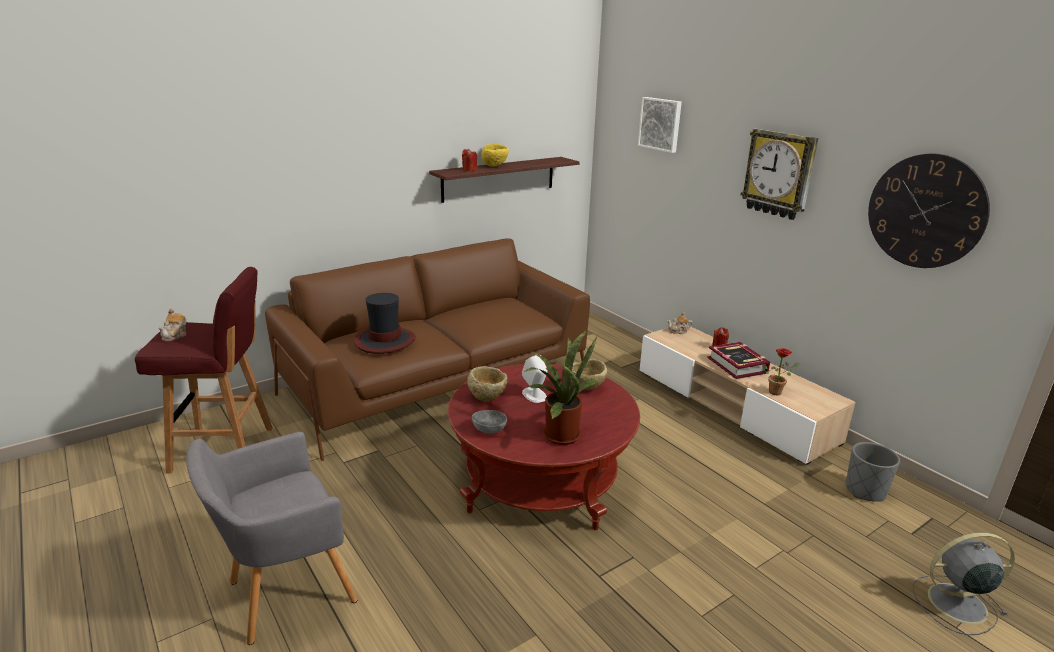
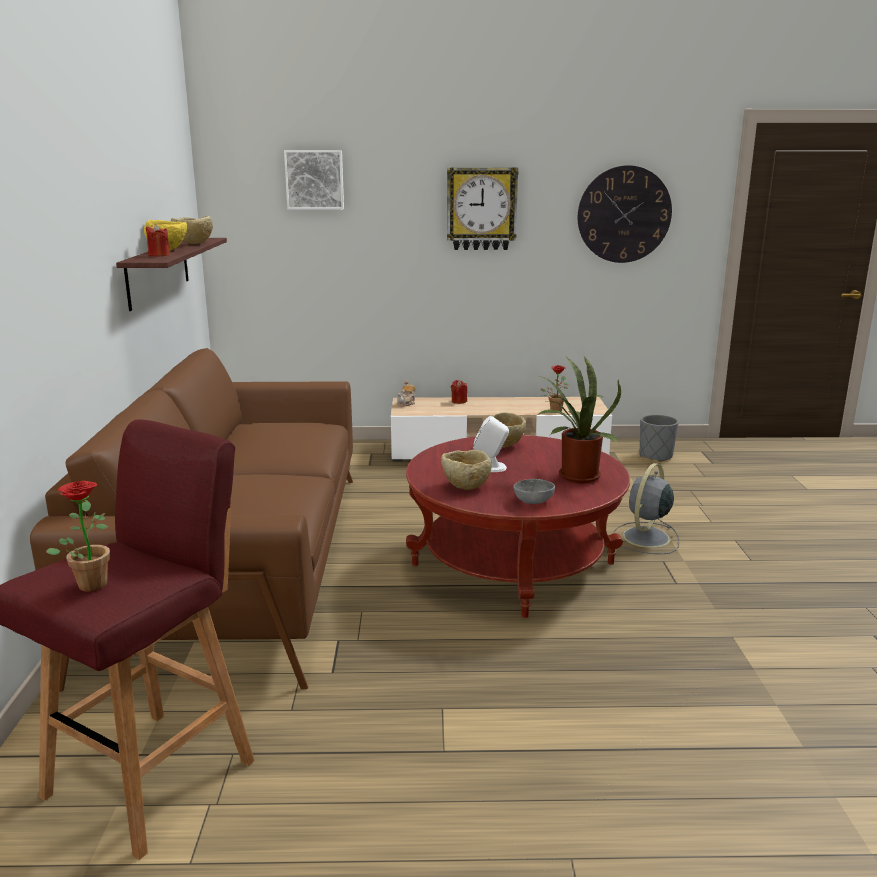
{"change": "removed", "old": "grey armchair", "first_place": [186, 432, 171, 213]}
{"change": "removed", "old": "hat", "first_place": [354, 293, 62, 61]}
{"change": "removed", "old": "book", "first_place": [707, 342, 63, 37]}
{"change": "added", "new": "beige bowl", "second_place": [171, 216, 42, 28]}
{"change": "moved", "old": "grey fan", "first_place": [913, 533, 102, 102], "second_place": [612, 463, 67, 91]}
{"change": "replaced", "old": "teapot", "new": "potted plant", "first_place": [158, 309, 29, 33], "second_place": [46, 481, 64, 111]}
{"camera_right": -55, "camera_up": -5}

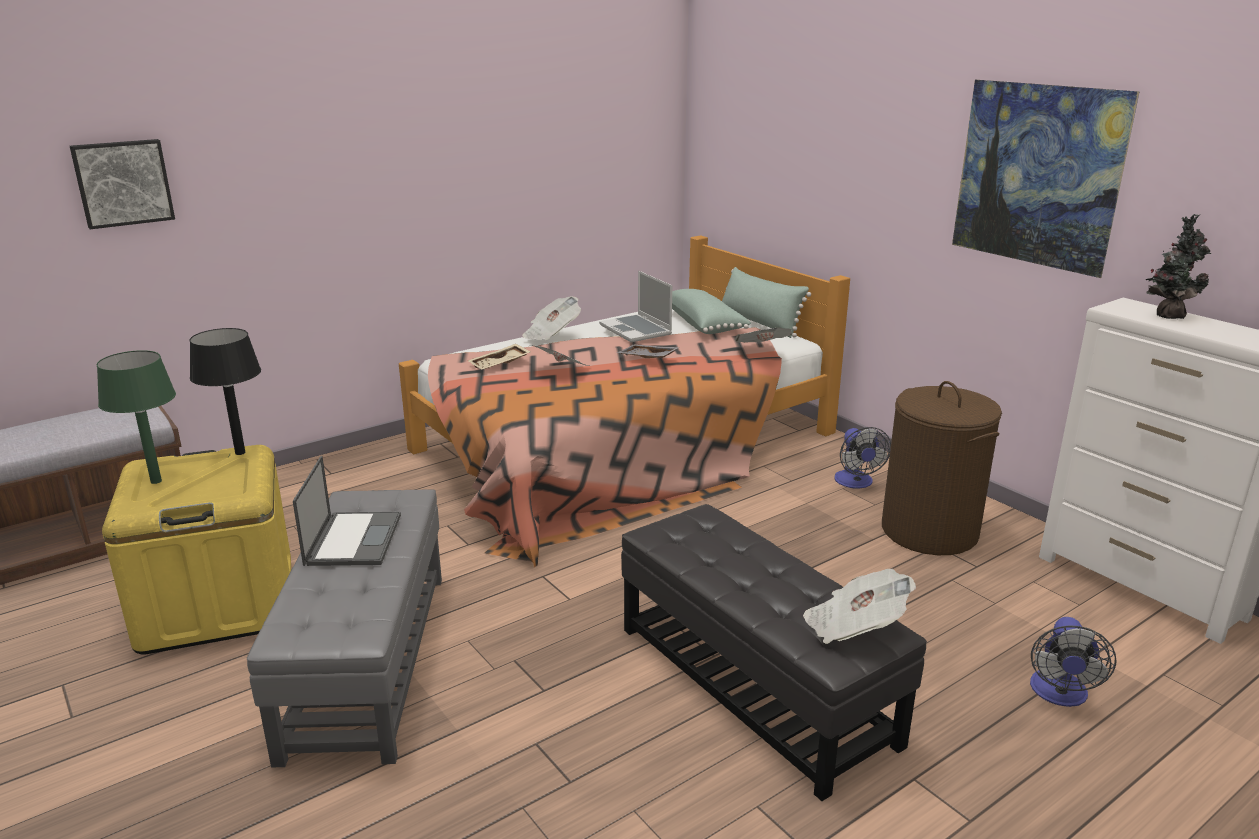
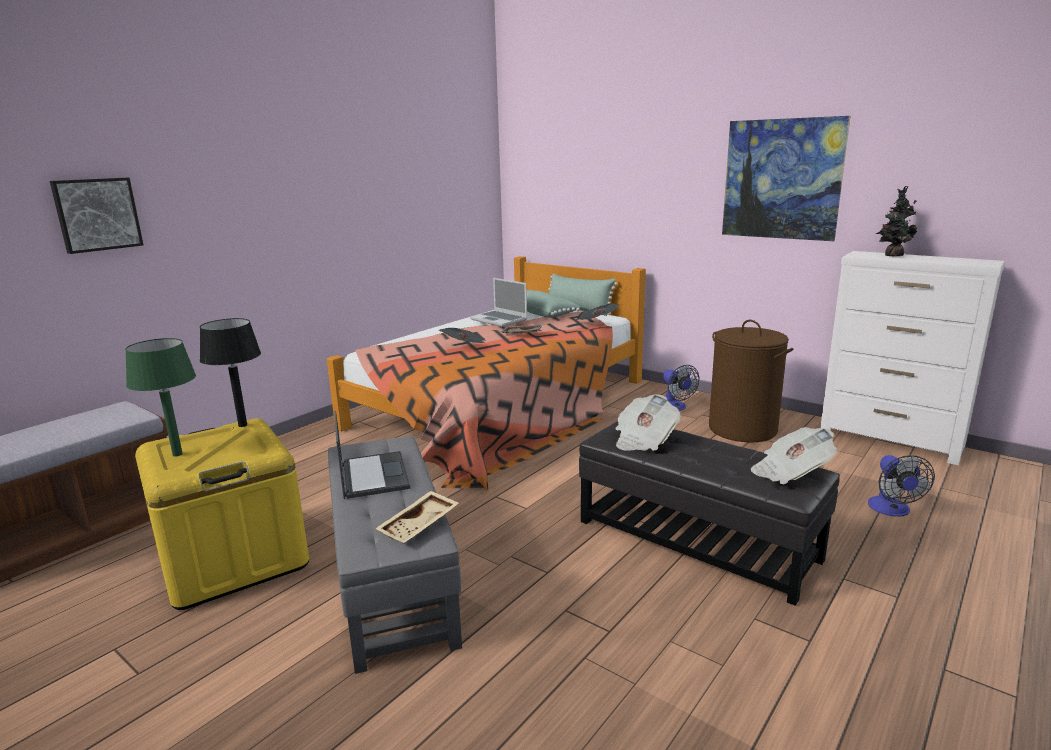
{"change": "moved", "old": "beige tray", "first_place": [468, 344, 63, 26], "second_place": [375, 491, 84, 52]}
{"change": "moved", "old": "newspaper", "first_place": [522, 296, 59, 44], "second_place": [615, 394, 66, 57]}
{"camera_right": -15, "camera_up": -5}

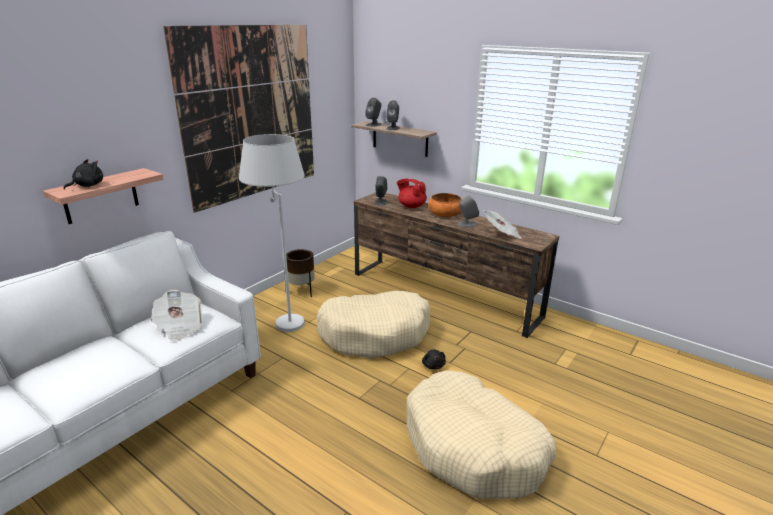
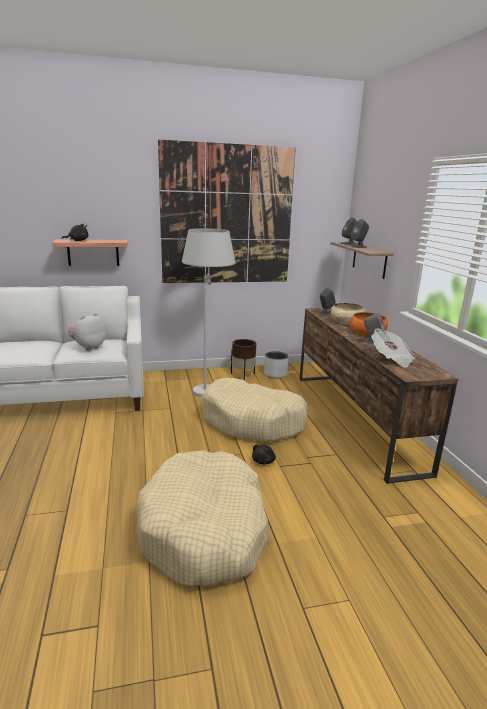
{"change": "added", "new": "grey planter", "second_place": [264, 351, 25, 27]}
{"change": "replaced", "old": "newspaper", "new": "plush toy", "first_place": [150, 290, 53, 52], "second_place": [68, 313, 39, 38]}
{"change": "replaced", "old": "red teapot", "new": "beige bowl", "first_place": [397, 179, 30, 29], "second_place": [331, 303, 34, 22]}
{"camera_right": 40, "camera_up": -5}

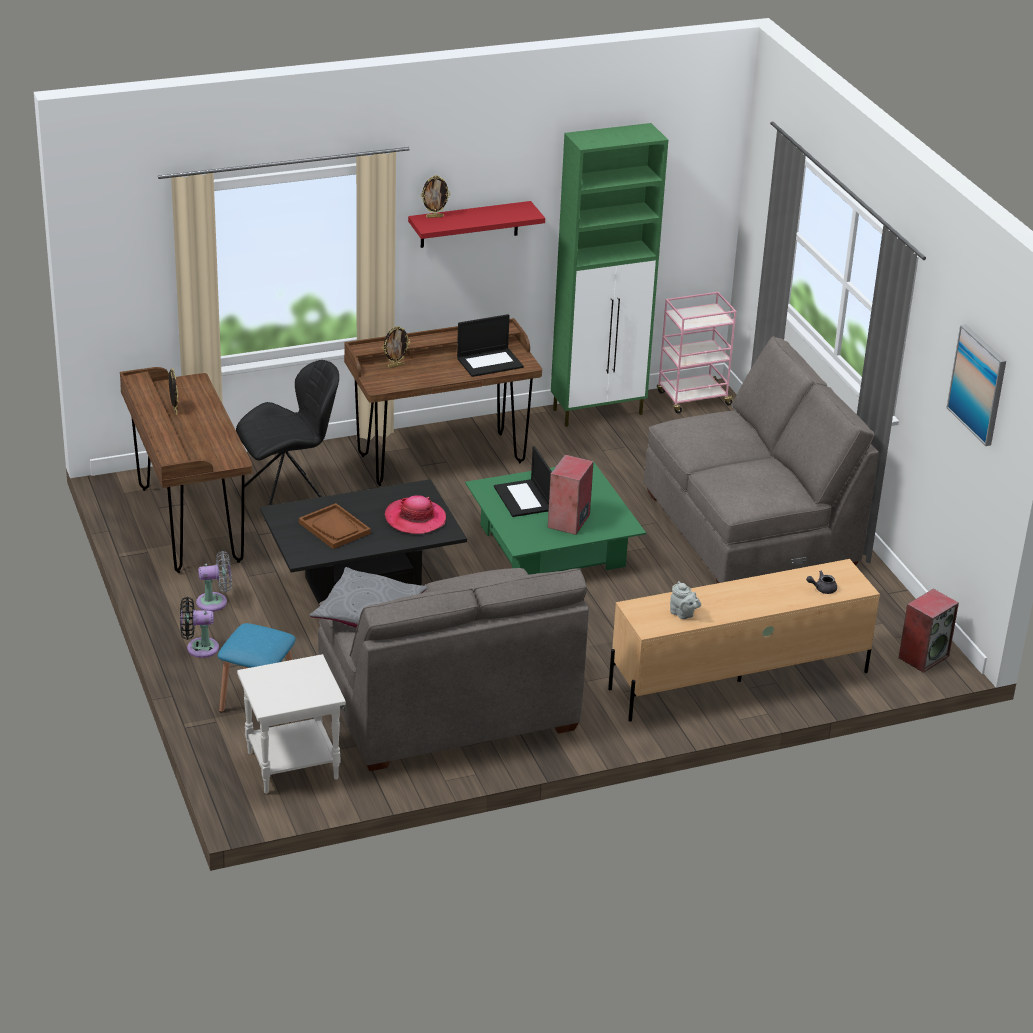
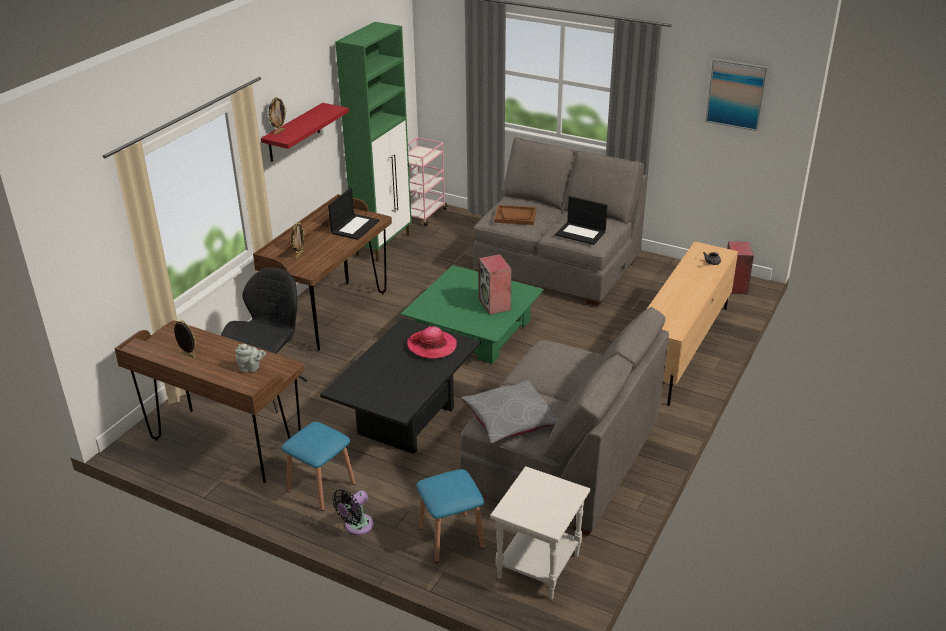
{"change": "moved", "old": "brown tray", "first_place": [299, 503, 72, 46], "second_place": [494, 205, 43, 20]}
{"change": "moved", "old": "laptop", "first_place": [494, 446, 58, 71], "second_place": [555, 196, 52, 49]}
{"change": "moved", "old": "grey teapot", "first_place": [670, 581, 31, 38], "second_place": [236, 344, 30, 28]}
{"change": "replaced", "old": "grey fan", "new": "blue stool", "first_place": [196, 551, 36, 60], "second_place": [281, 422, 74, 89]}
{"camera_right": -40, "camera_up": 0}

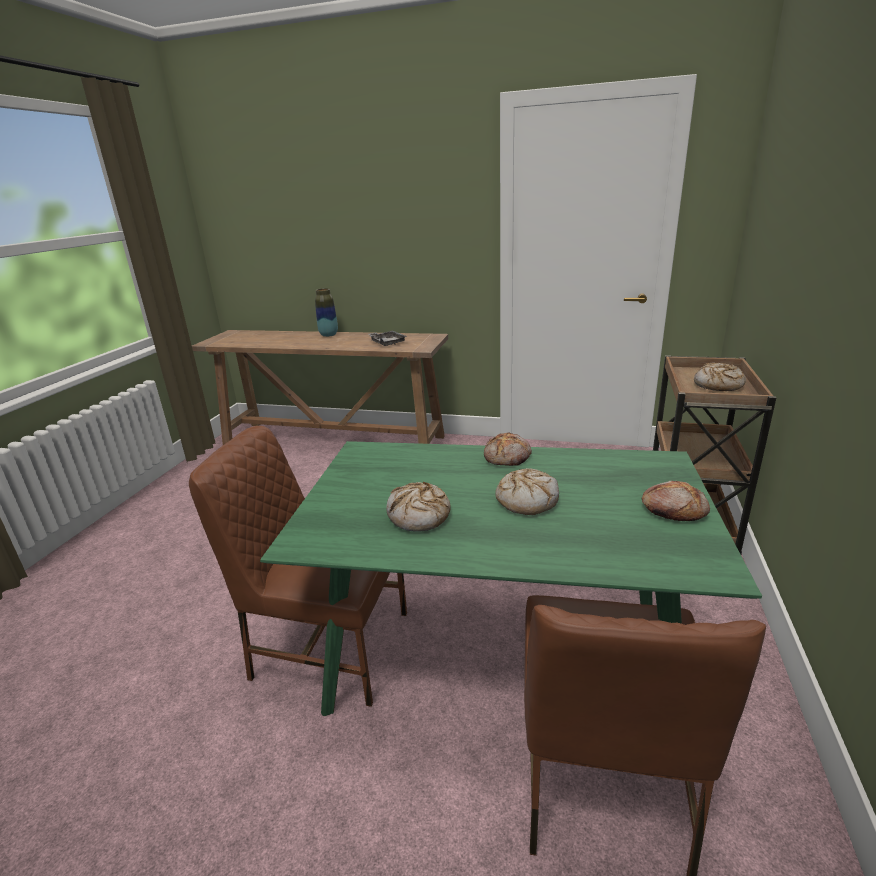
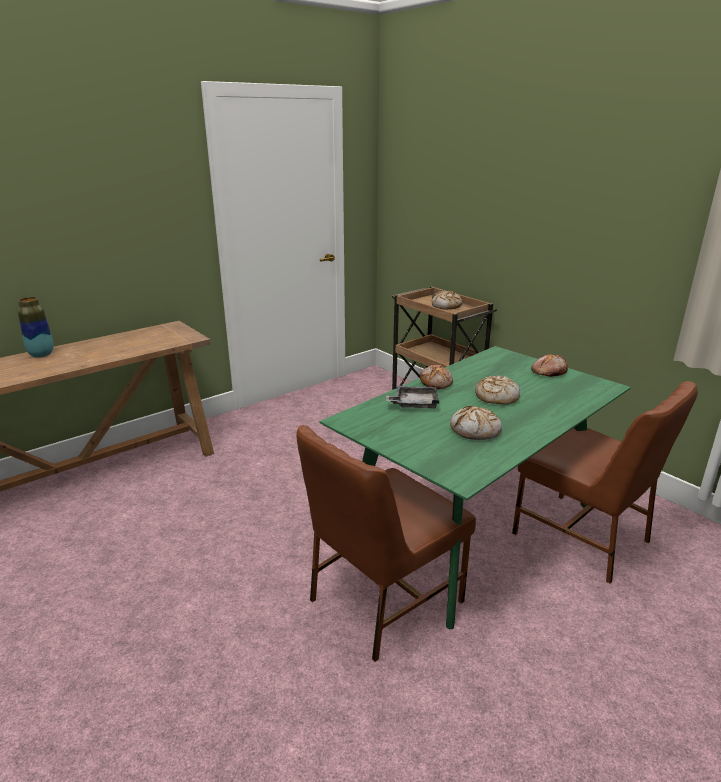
{"change": "moved", "old": "grey tray", "first_place": [368, 330, 39, 16], "second_place": [386, 386, 53, 23]}
{"camera_right": -55, "camera_up": 0}

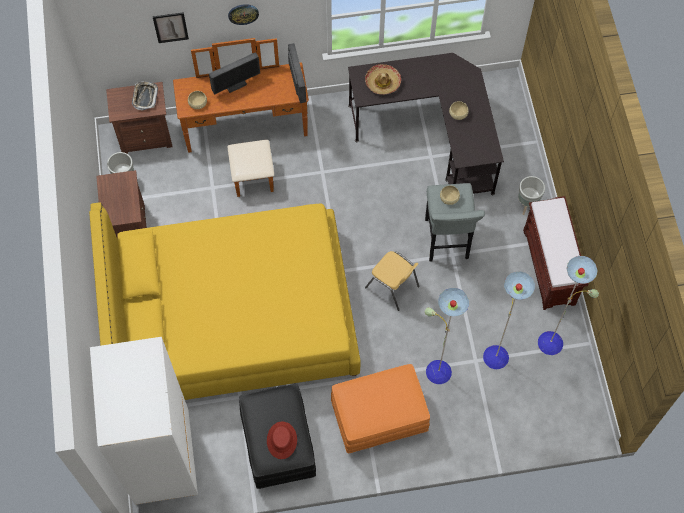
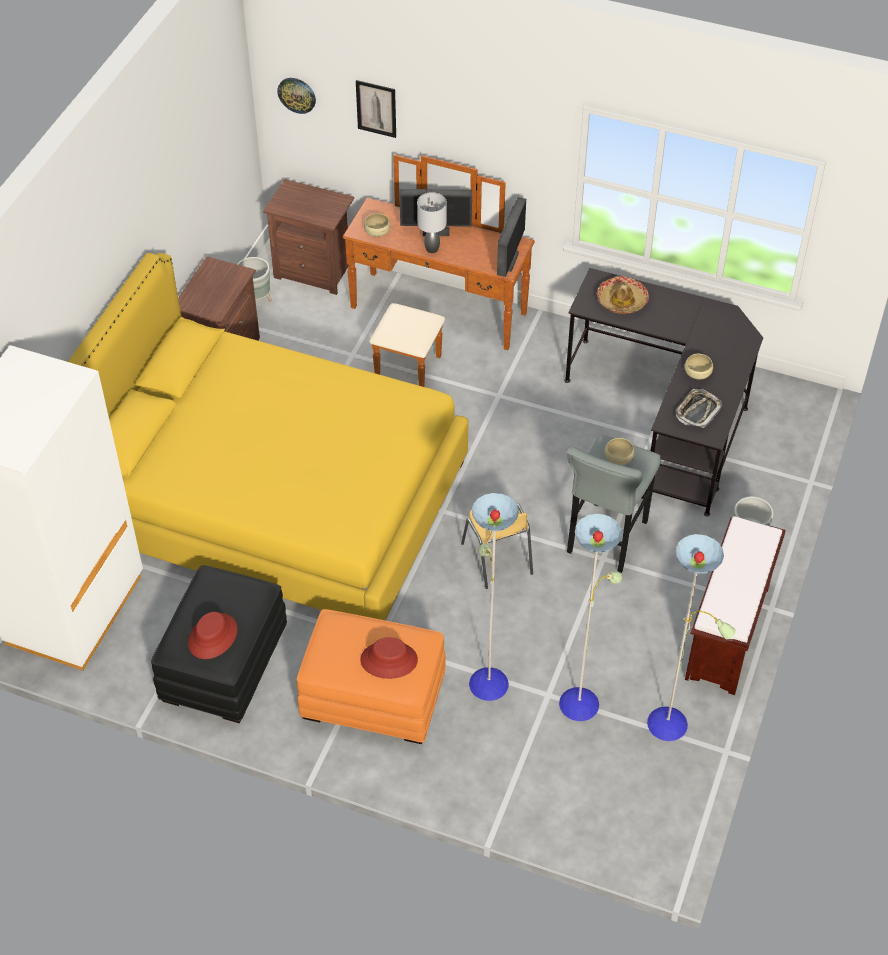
{"change": "added", "new": "red hat", "second_place": [360, 637, 58, 42]}
{"change": "added", "new": "grey table lamp", "second_place": [417, 192, 30, 61]}
{"change": "moved", "old": "tray", "first_place": [132, 81, 26, 30], "second_place": [676, 389, 46, 39]}
{"change": "moved", "old": "wall clock", "first_place": [228, 4, 31, 21], "second_place": [277, 78, 39, 36]}
{"camera_right": 30, "camera_up": -15}

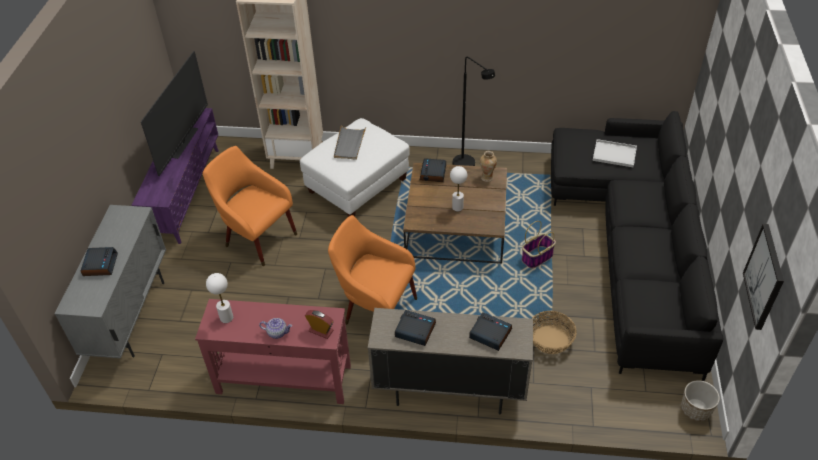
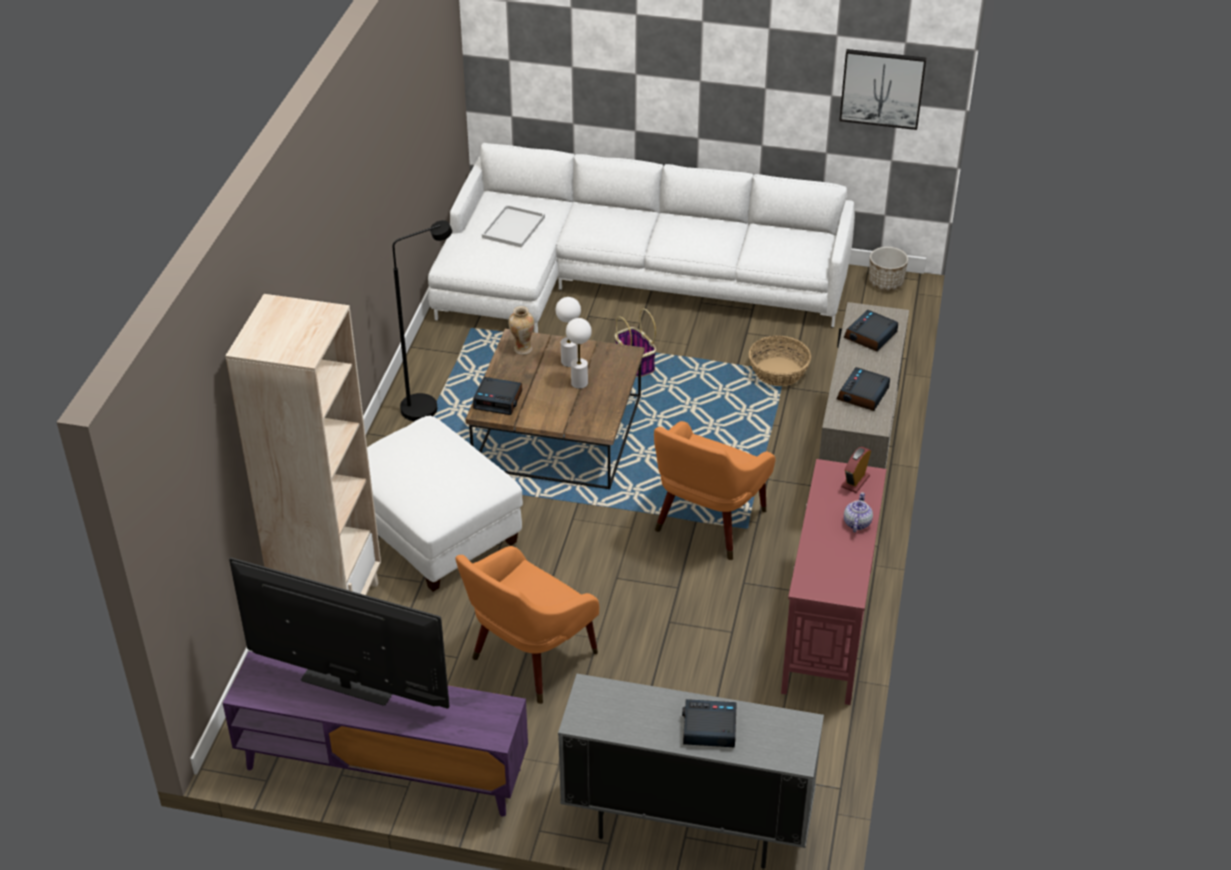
{"change": "removed", "old": "grey tray", "first_place": [334, 125, 32, 35]}
{"change": "moved", "old": "white table lamp", "first_place": [206, 273, 27, 50], "second_place": [556, 297, 25, 70]}
{"change": "recoloured", "old": "black sofa", "new": "white sofa", "first_place": [551, 111, 172, 270], "second_place": [428, 143, 427, 190]}
{"camera_right": -85, "camera_up": -5}

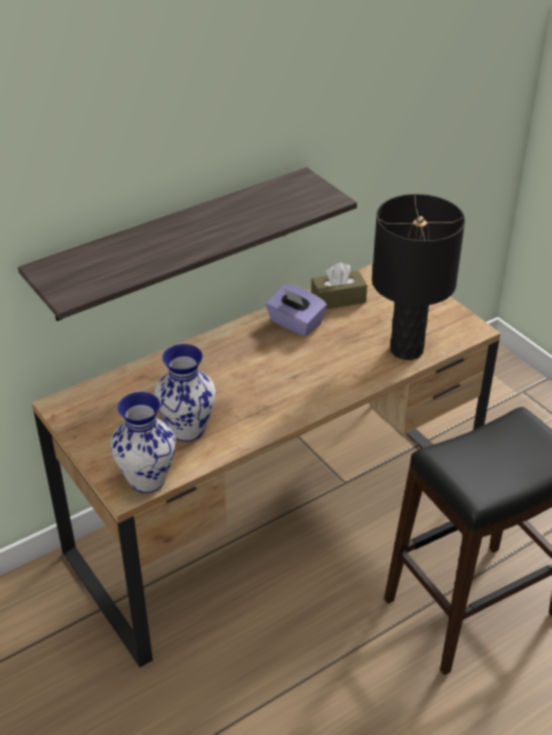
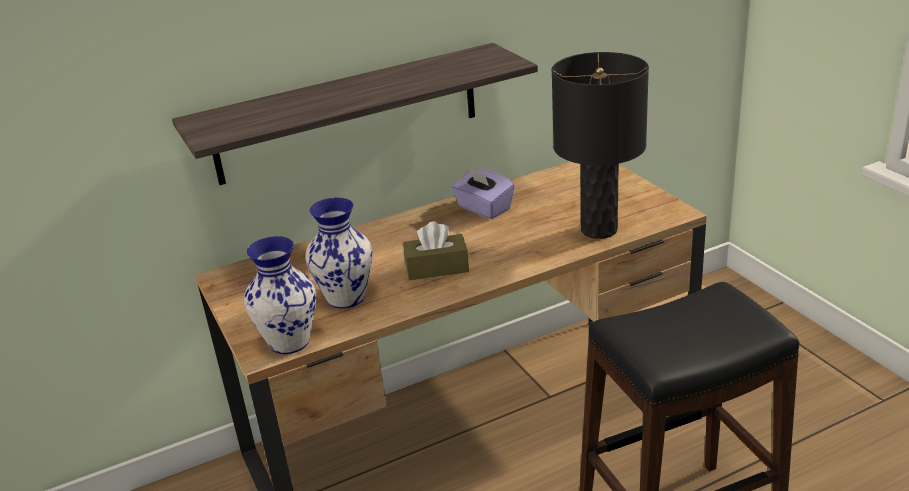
{"change": "moved", "old": "brown tissue box", "first_place": [311, 262, 56, 47], "second_place": [403, 221, 66, 59]}
{"camera_right": 10, "camera_up": -10}

